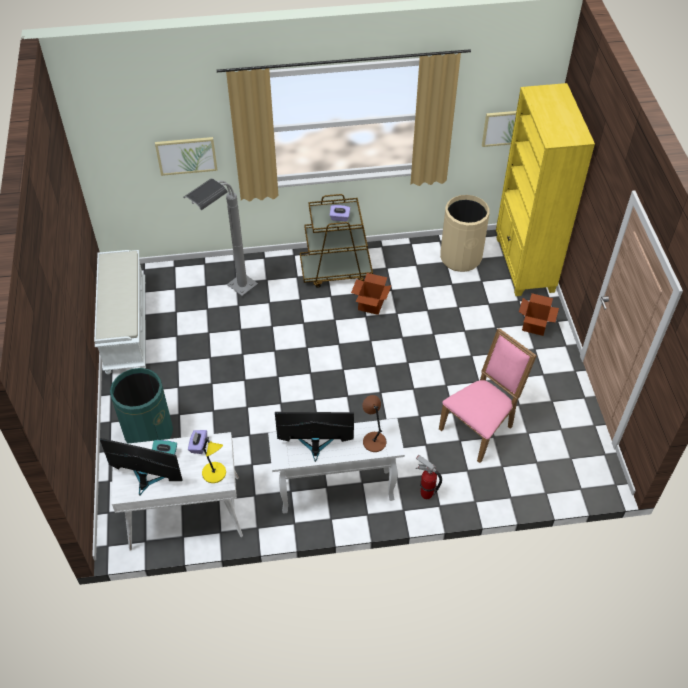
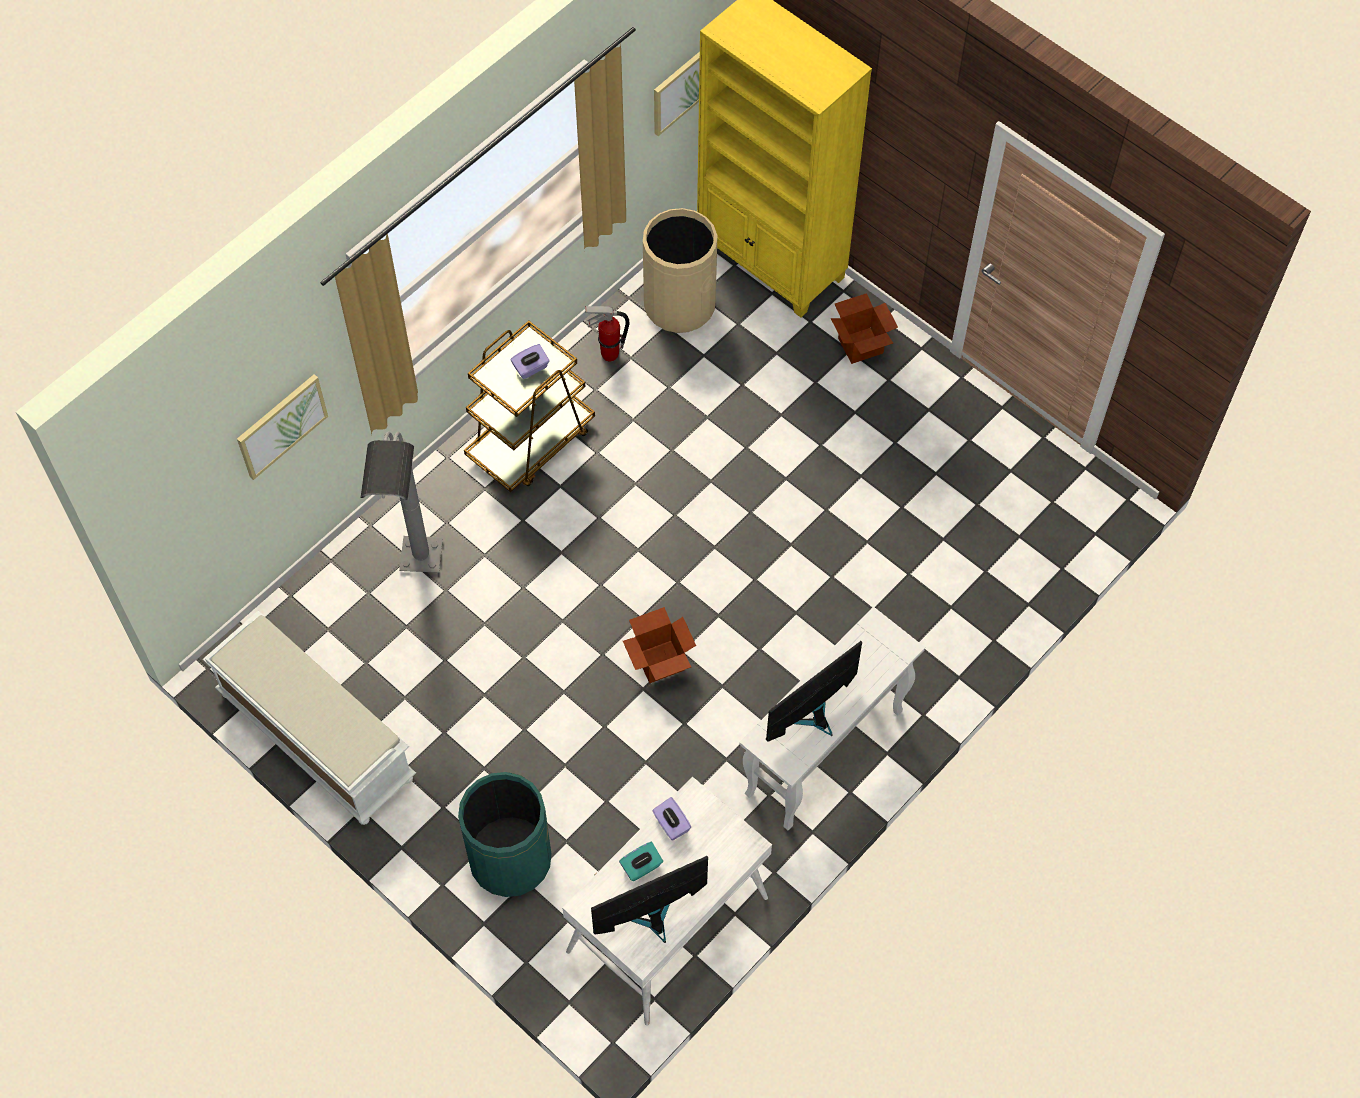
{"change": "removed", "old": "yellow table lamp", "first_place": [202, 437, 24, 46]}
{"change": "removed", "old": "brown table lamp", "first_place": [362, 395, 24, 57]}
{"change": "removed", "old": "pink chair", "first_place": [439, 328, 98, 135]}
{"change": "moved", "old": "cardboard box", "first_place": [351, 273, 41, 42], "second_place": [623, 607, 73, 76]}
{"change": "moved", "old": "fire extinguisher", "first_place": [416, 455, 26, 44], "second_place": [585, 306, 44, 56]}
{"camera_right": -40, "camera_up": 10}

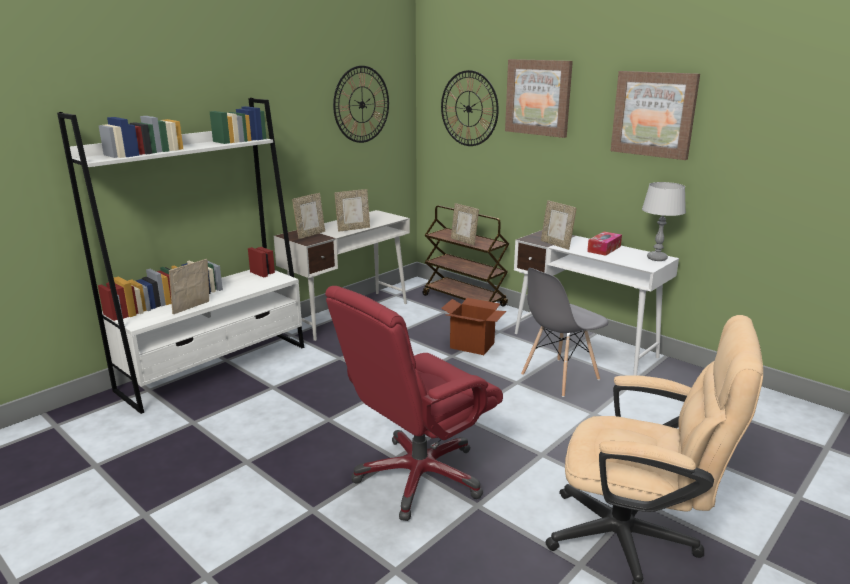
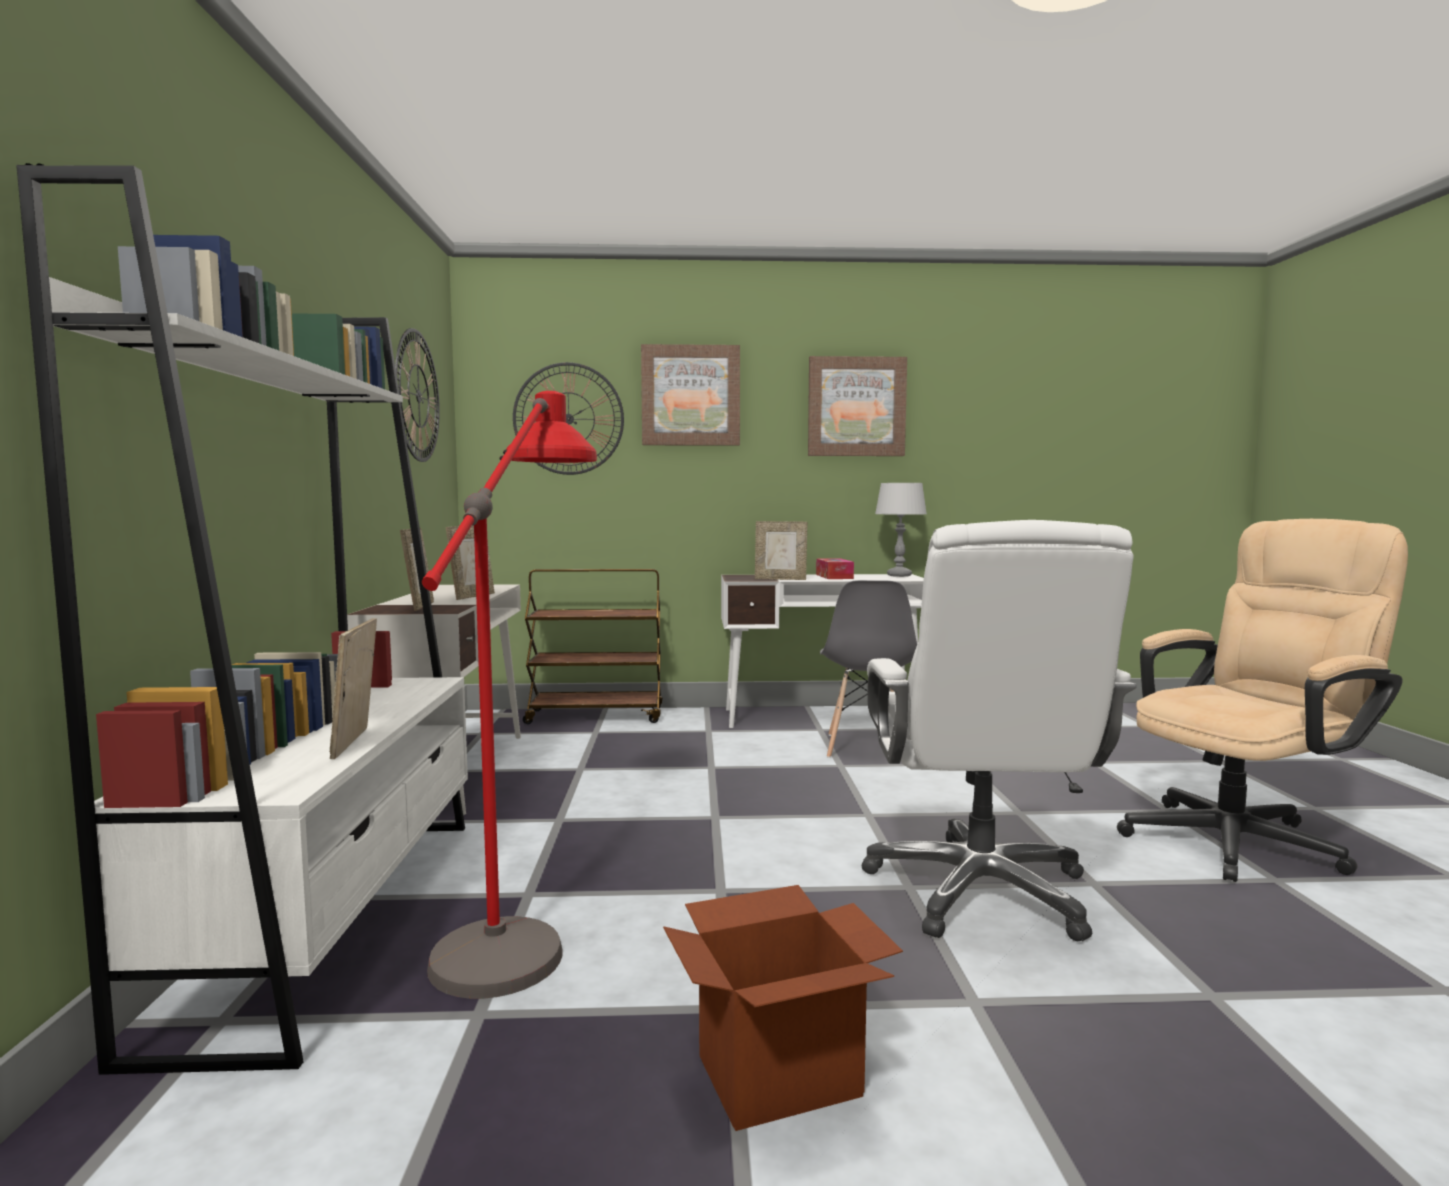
{"change": "removed", "old": "picture frame", "first_place": [451, 203, 28, 42]}
{"change": "added", "new": "red floor lamp", "second_place": [422, 391, 175, 608]}
{"change": "moved", "old": "cardboard box", "first_place": [441, 298, 65, 57], "second_place": [663, 885, 240, 246]}
{"change": "recoloured", "old": "red office chair", "new": "white office chair", "first_place": [325, 286, 178, 235], "second_place": [862, 520, 275, 421]}
{"camera_right": -45, "camera_up": -15}

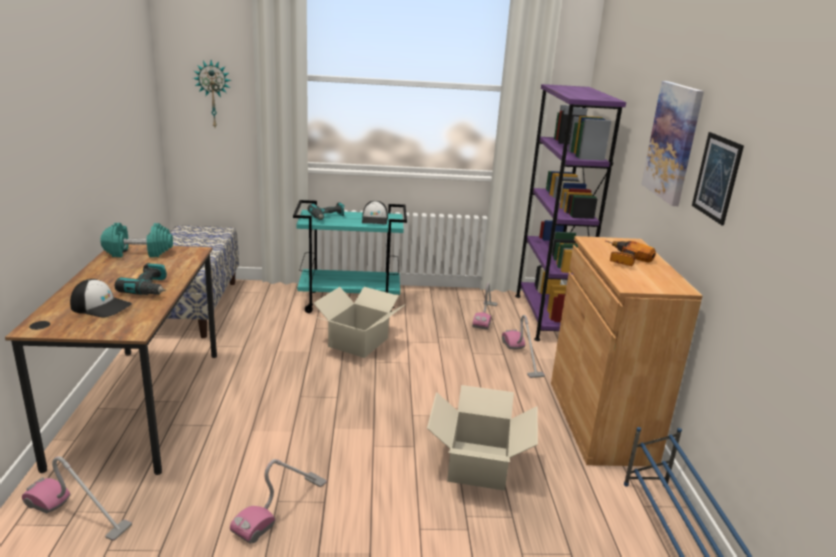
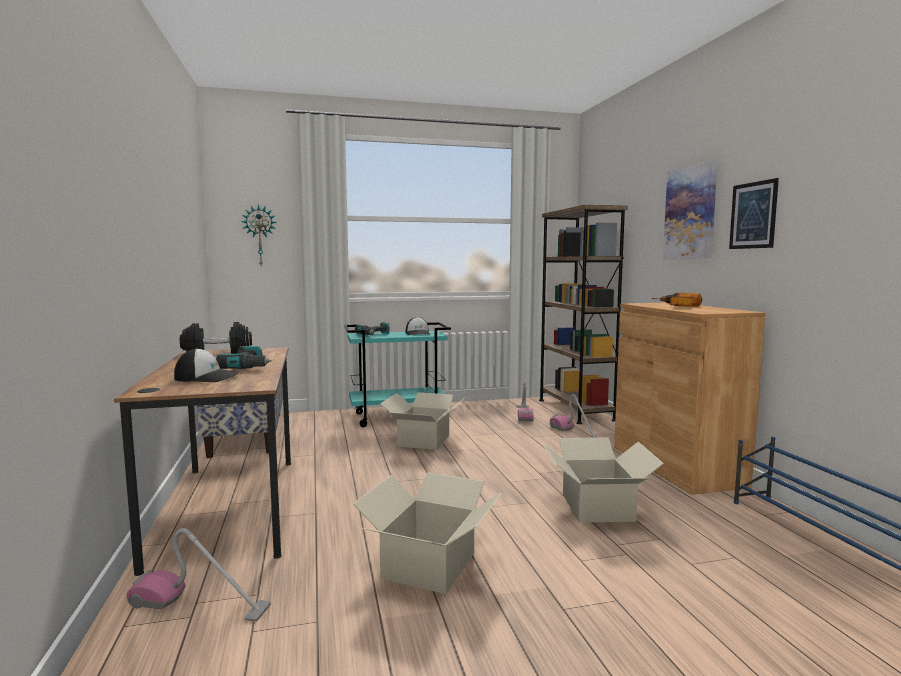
{"change": "replaced", "old": "vacuum cleaner", "new": "cardboard box", "first_place": [230, 459, 97, 85], "second_place": [353, 472, 149, 122]}
{"change": "recoloured", "old": "turquoise dumbbell", "new": "black dumbbell", "first_place": [100, 223, 73, 34], "second_place": [180, 322, 72, 32]}
{"change": "recoloured", "old": "purple bookcase", "new": "brown bookcase", "first_place": [515, 84, 111, 257], "second_place": [539, 205, 89, 219]}
{"camera_right": -10, "camera_up": -15}

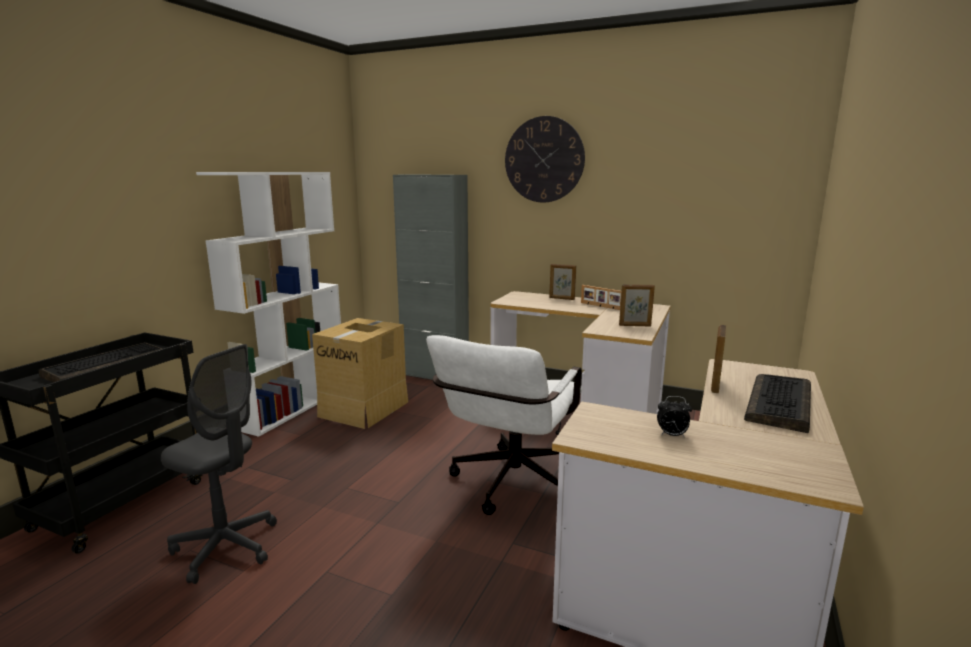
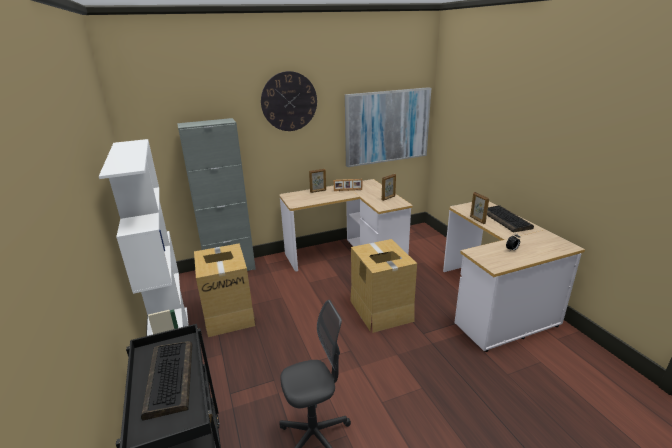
{"change": "added", "new": "picture", "second_place": [345, 87, 86, 80]}
{"change": "replaced", "old": "white office chair", "new": "cardboard box", "first_place": [426, 335, 156, 180], "second_place": [350, 239, 67, 94]}
{"camera_right": -45, "camera_up": 10}

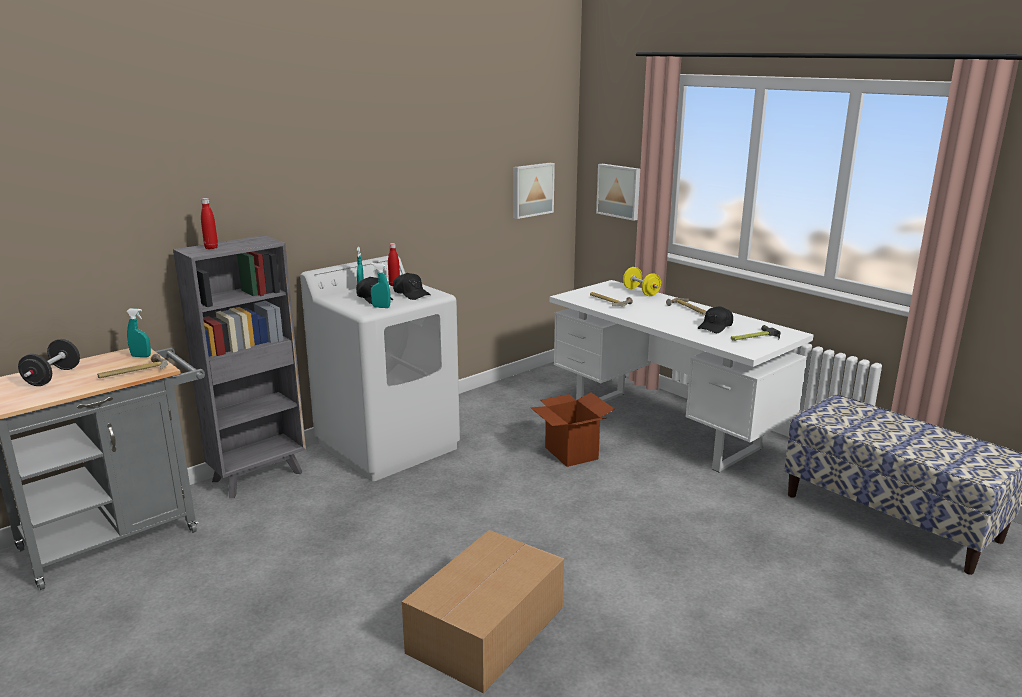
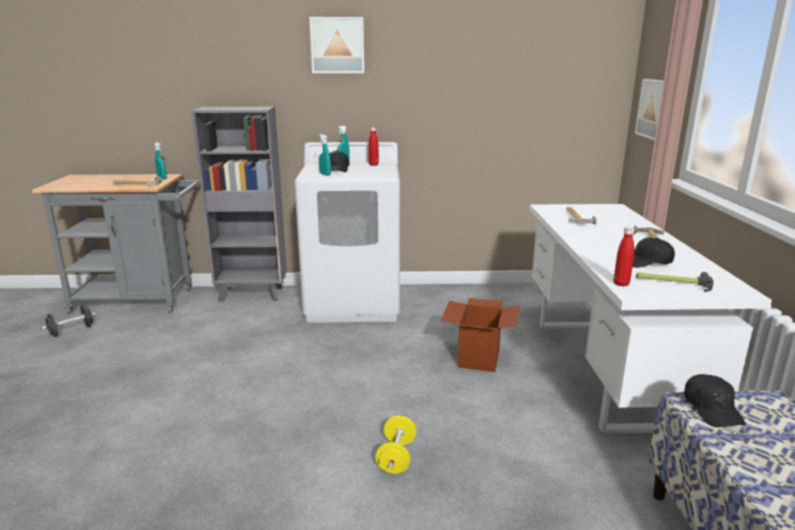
{"change": "removed", "old": "cardboard box", "first_place": [402, 530, 162, 164]}
{"change": "moved", "old": "black dumbbell", "first_place": [18, 339, 62, 47], "second_place": [41, 305, 55, 32]}
{"change": "moved", "old": "red bottle", "first_place": [201, 198, 17, 51], "second_place": [614, 227, 20, 60]}
{"change": "moved", "old": "black cap", "first_place": [393, 273, 38, 27], "second_place": [684, 374, 62, 53]}
{"change": "moved", "old": "picture", "first_place": [513, 163, 42, 56], "second_place": [309, 17, 56, 56]}
{"change": "moved", "old": "yellow dumbbell", "first_place": [623, 267, 38, 29], "second_place": [375, 416, 42, 58]}
{"camera_right": 40, "camera_up": 0}

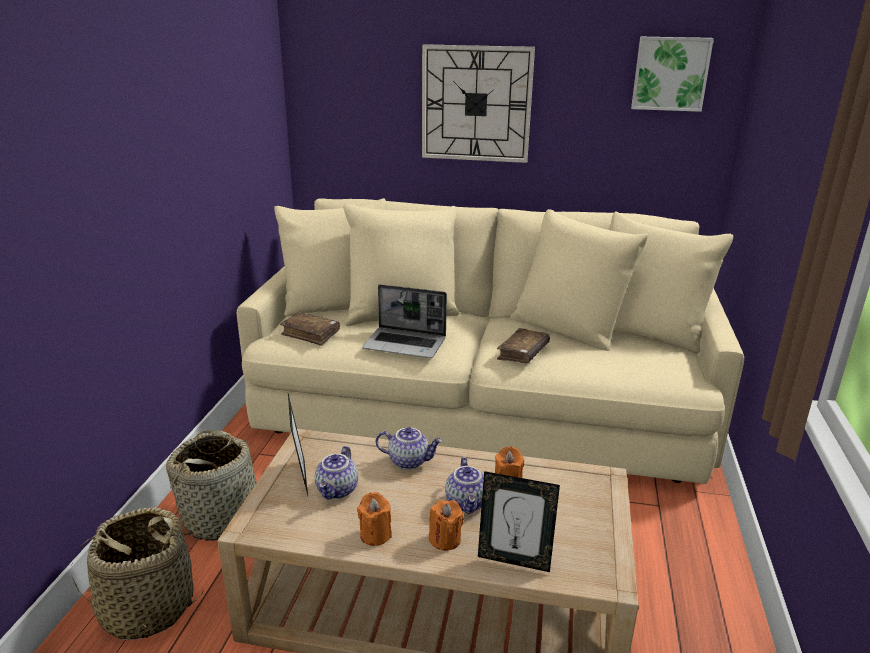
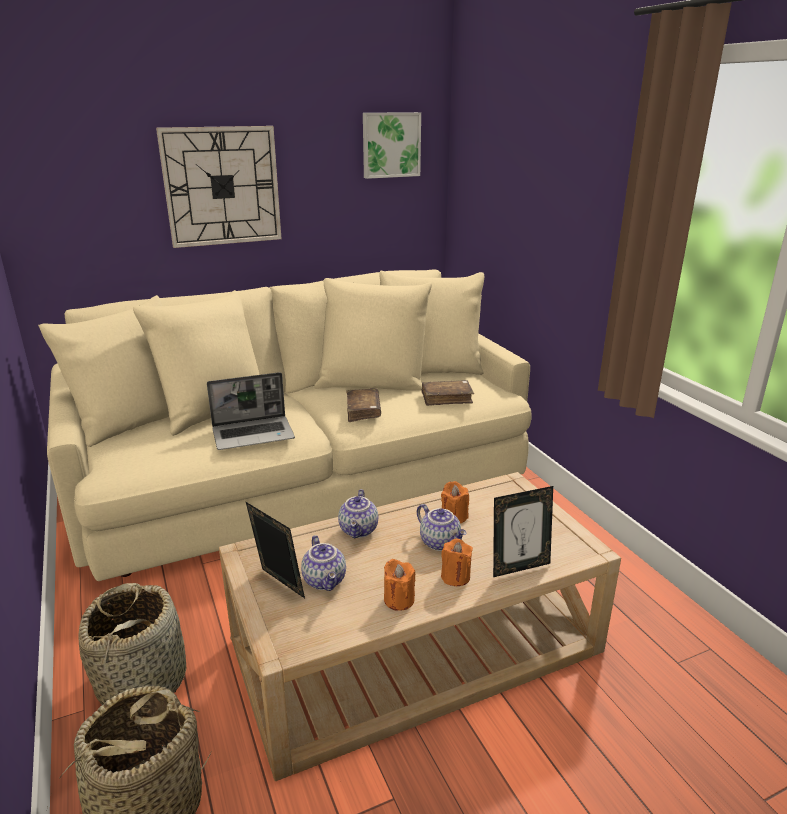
{"change": "moved", "old": "brown book", "first_place": [280, 312, 60, 34], "second_place": [421, 380, 53, 26]}
{"change": "turned", "old": "teapot", "first_place": [376, 427, 66, 43], "second_place": [338, 489, 40, 49], "degrees": 120}
{"camera_right": -35, "camera_up": 0}

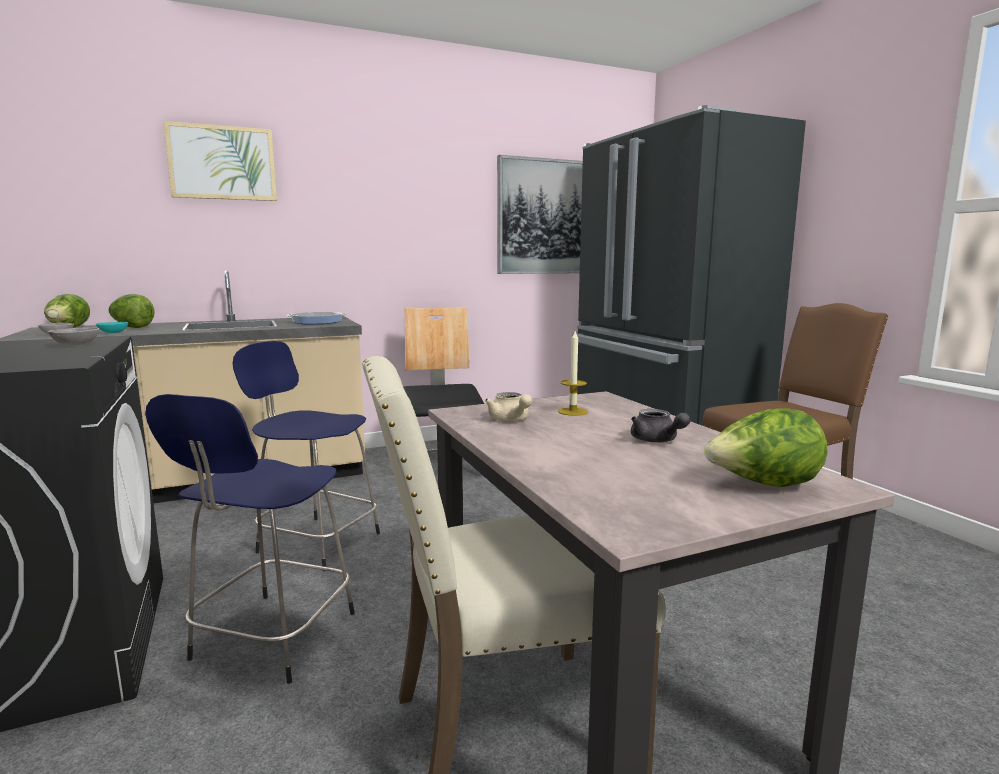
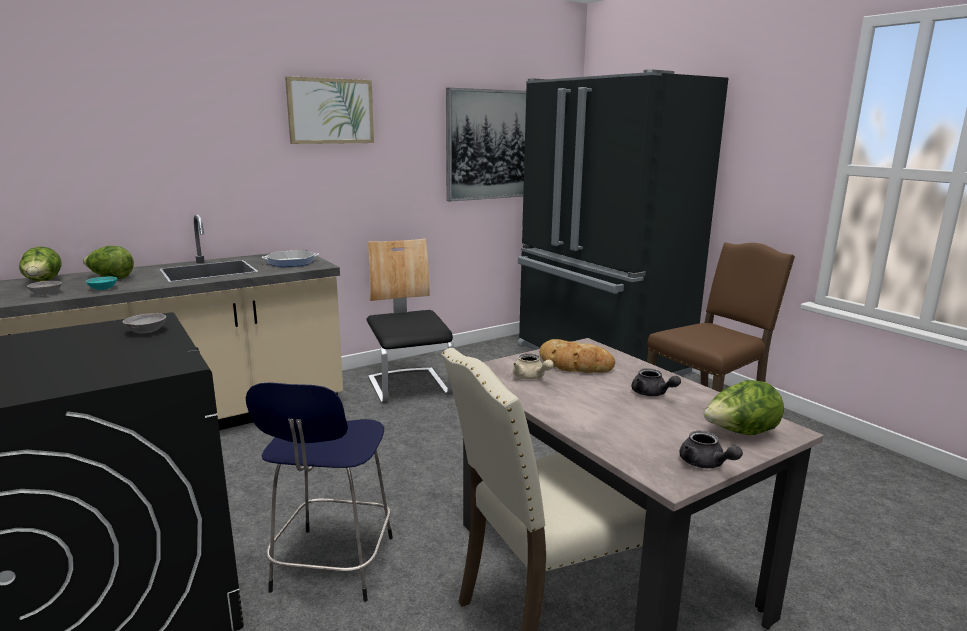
{"change": "removed", "old": "blue stool", "first_place": [232, 341, 148, 230]}
{"change": "added", "new": "grey teapot", "second_place": [679, 431, 64, 37]}
{"change": "moved", "old": "picture", "first_place": [163, 121, 114, 80], "second_place": [285, 76, 89, 68]}
{"change": "replaced", "old": "candle", "new": "bread", "first_place": [558, 329, 30, 87], "second_place": [539, 339, 76, 34]}
{"camera_right": -10, "camera_up": 5}

